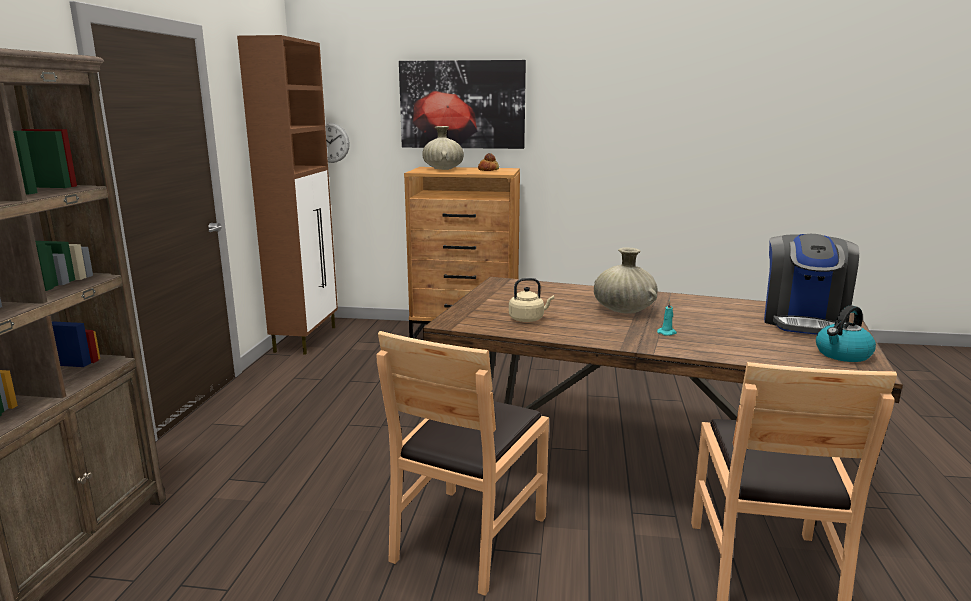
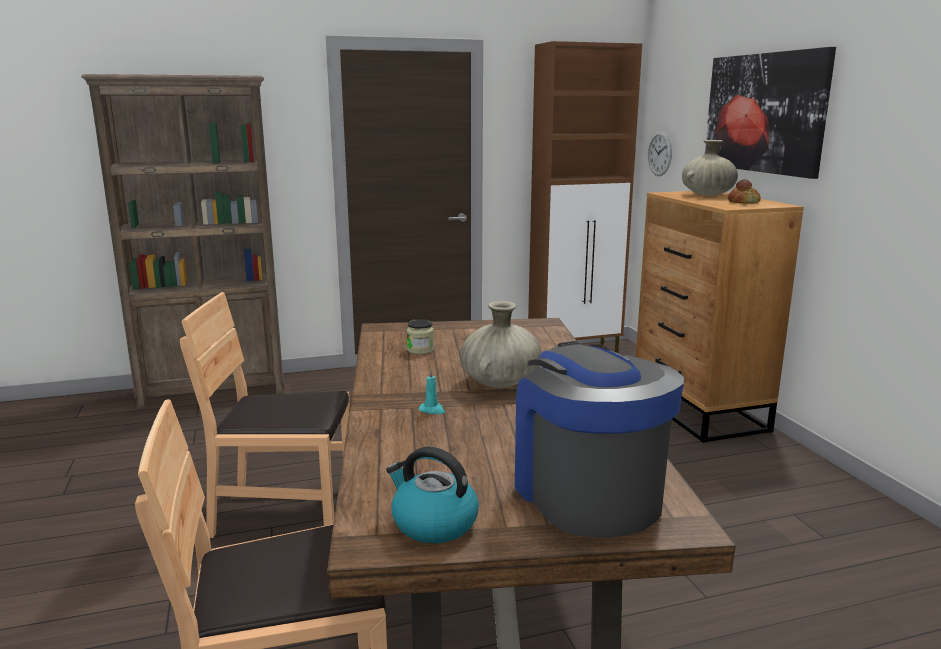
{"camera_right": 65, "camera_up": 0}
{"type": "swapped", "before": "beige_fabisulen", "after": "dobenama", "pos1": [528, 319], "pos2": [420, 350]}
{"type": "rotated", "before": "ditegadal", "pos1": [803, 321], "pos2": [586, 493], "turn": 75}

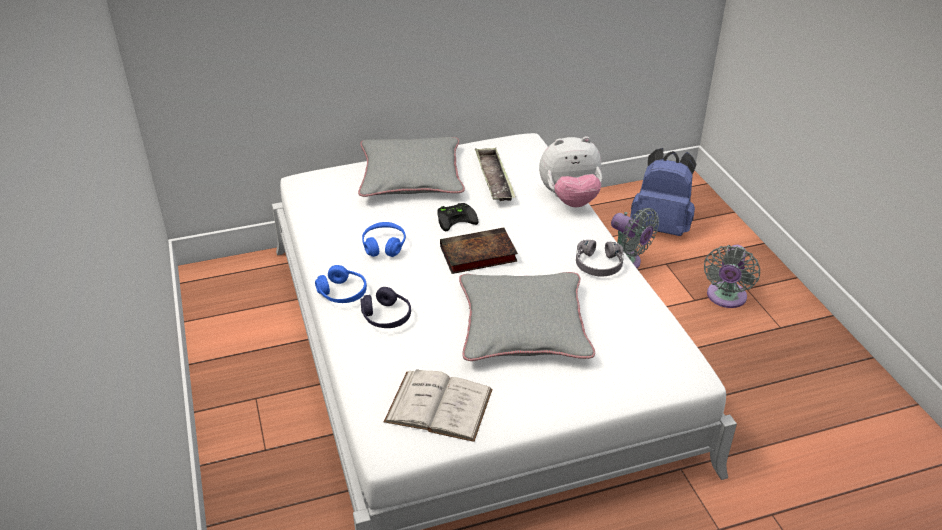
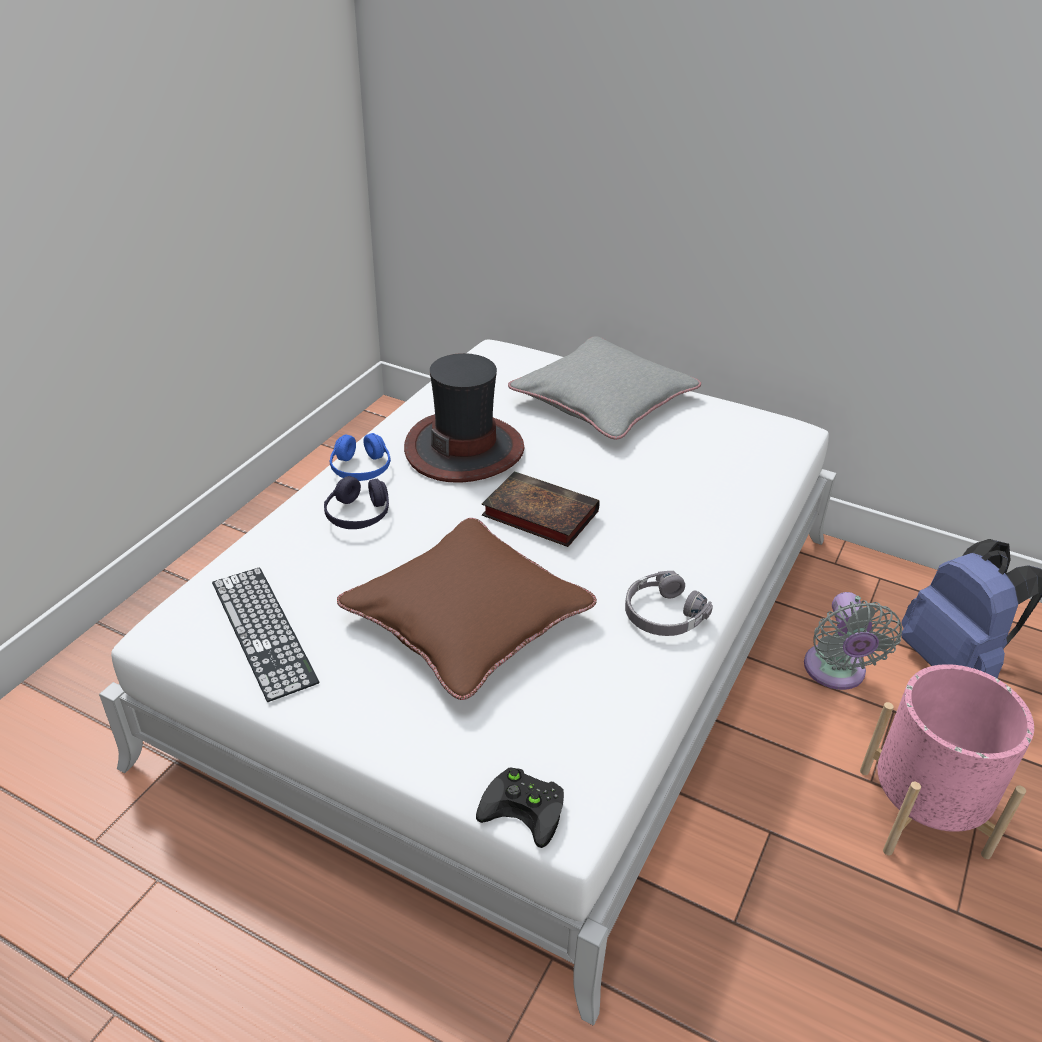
{"camera_right": 45, "camera_up": 0}
{"type": "swapped", "before": "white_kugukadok", "after": "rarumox", "pos1": [439, 405], "pos2": [263, 631]}
{"type": "repainted", "before": "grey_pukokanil", "after": "brown_pukokanil", "pos1": [523, 326], "pos2": [467, 617]}
{"type": "swapped", "before": "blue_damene", "after": "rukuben", "pos1": [384, 246], "pos2": [464, 448]}
{"type": "shifted", "before": "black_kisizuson", "pos1": [457, 218], "pos2": [526, 808]}
{"type": "swapped", "before": "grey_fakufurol", "after": "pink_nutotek", "pos1": [725, 298], "pos2": [922, 811]}
{"type": "gone", "before": "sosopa", "pos1": [494, 179]}
{"type": "gone", "before": "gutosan", "pos1": [570, 199]}

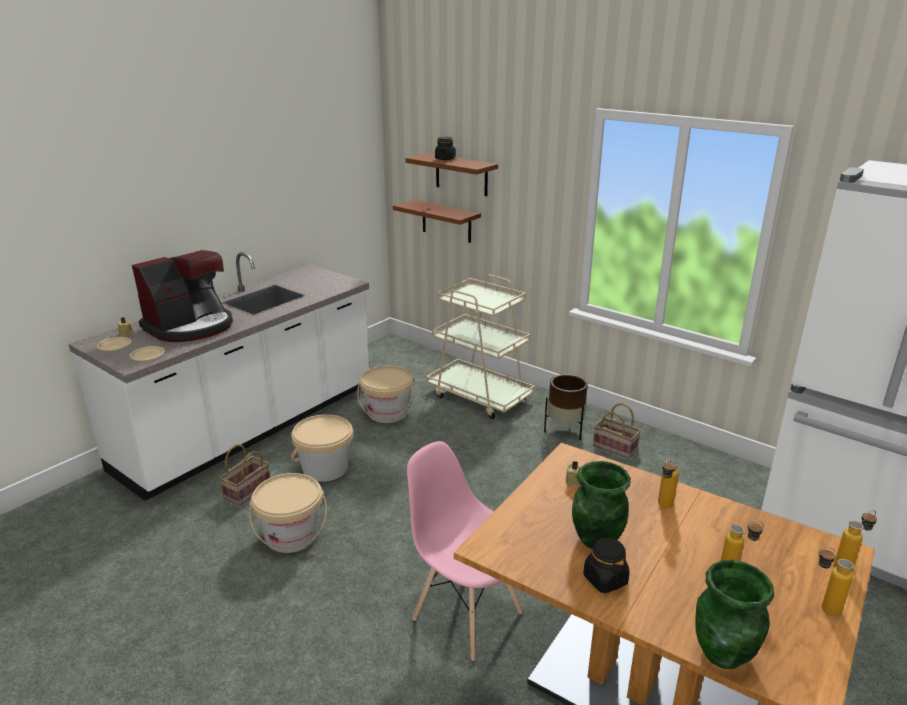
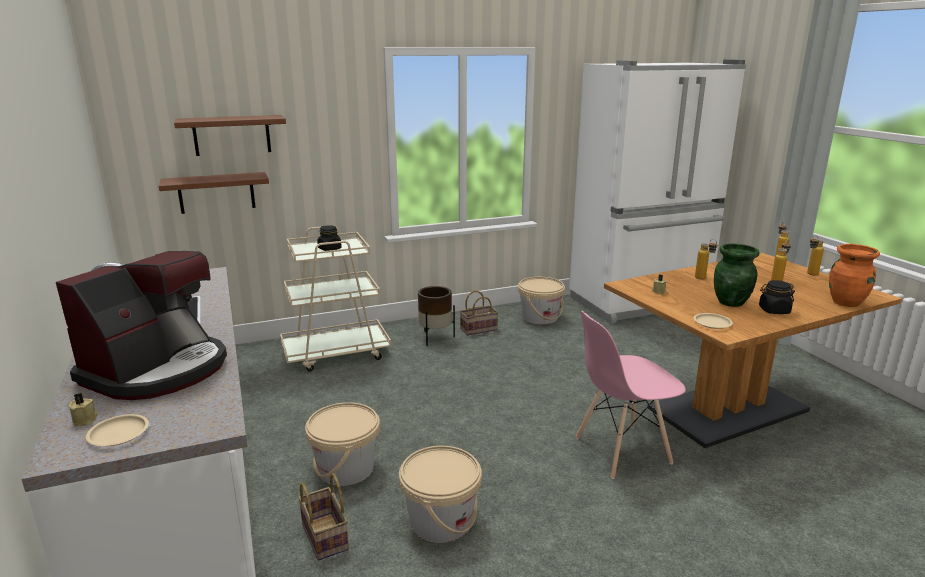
{"camera_right": -60, "camera_up": -5}
{"type": "rotated", "before": "ditegadal", "pos1": [191, 326], "pos2": [158, 370], "turn": 45}
{"type": "shifted", "before": "black_dobenama", "pos1": [445, 159], "pos2": [330, 249]}
{"type": "shifted", "before": "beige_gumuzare", "pos1": [387, 413], "pos2": [540, 317]}
{"type": "shifted", "before": "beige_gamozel", "pos1": [148, 356], "pos2": [712, 323]}
{"type": "repainted", "before": "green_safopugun", "after": "orange_safopugun", "pos1": [724, 654], "pos2": [846, 302]}

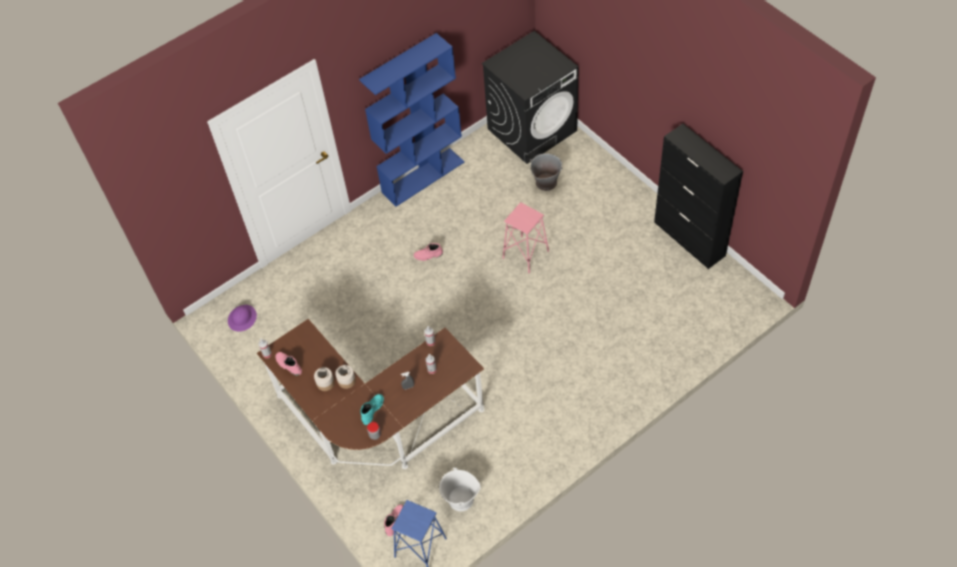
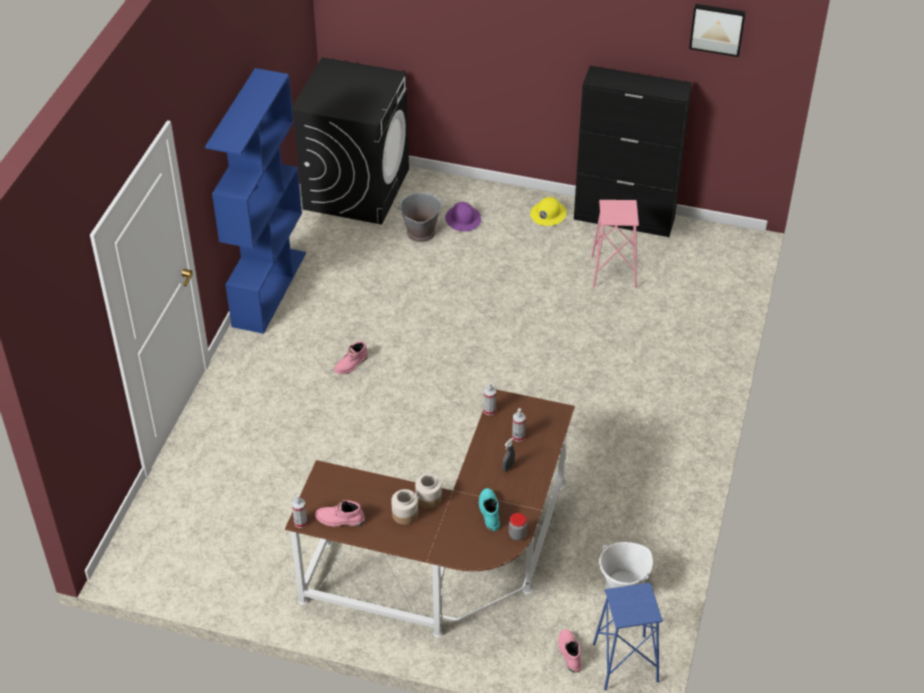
{"camera_right": -40, "camera_up": -10}
{"type": "shifted", "before": "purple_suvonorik", "pos1": [242, 318], "pos2": [463, 219]}
{"type": "new", "after": "yellow_suvonorik", "pos2": [548, 214]}
{"type": "shifted", "before": "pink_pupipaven", "pos1": [525, 254], "pos2": [614, 272]}
{"type": "new", "after": "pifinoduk", "pos2": [717, 28]}

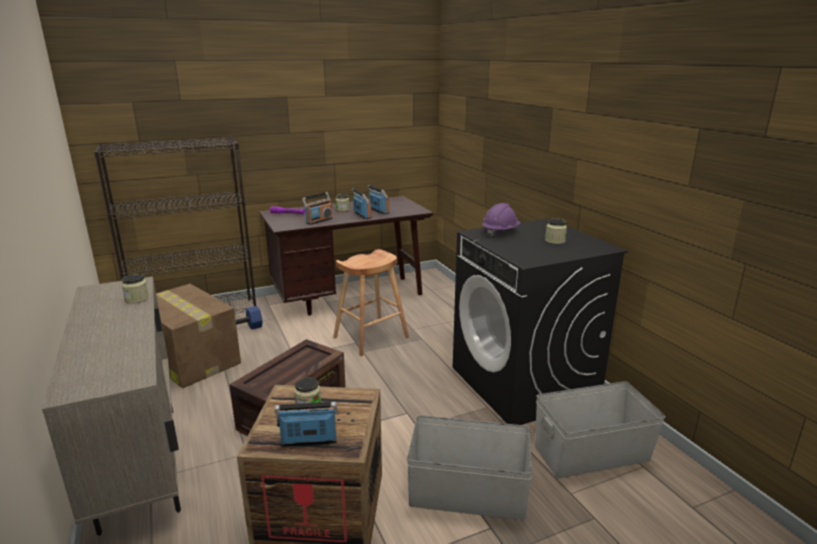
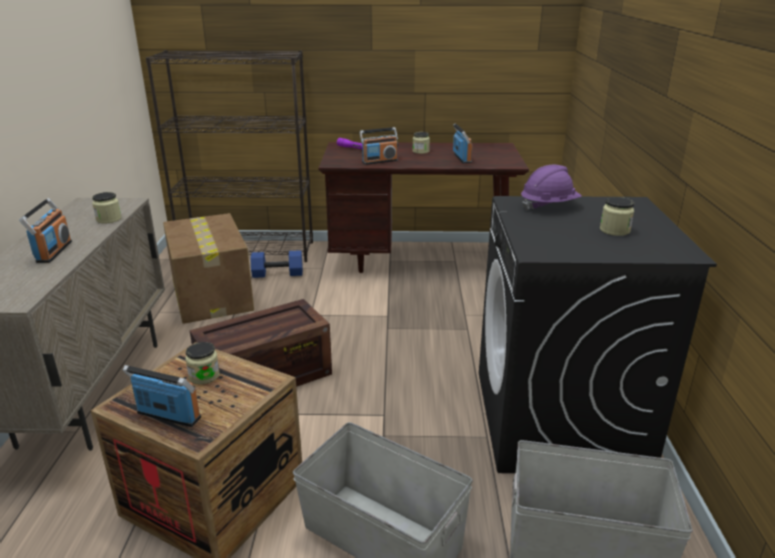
{"camera_right": 25, "camera_up": 5}
{"type": "shifted", "before": "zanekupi", "pos1": [362, 215], "pos2": [53, 252]}
{"type": "gone", "before": "brown_pupipaven", "pos1": [371, 337]}

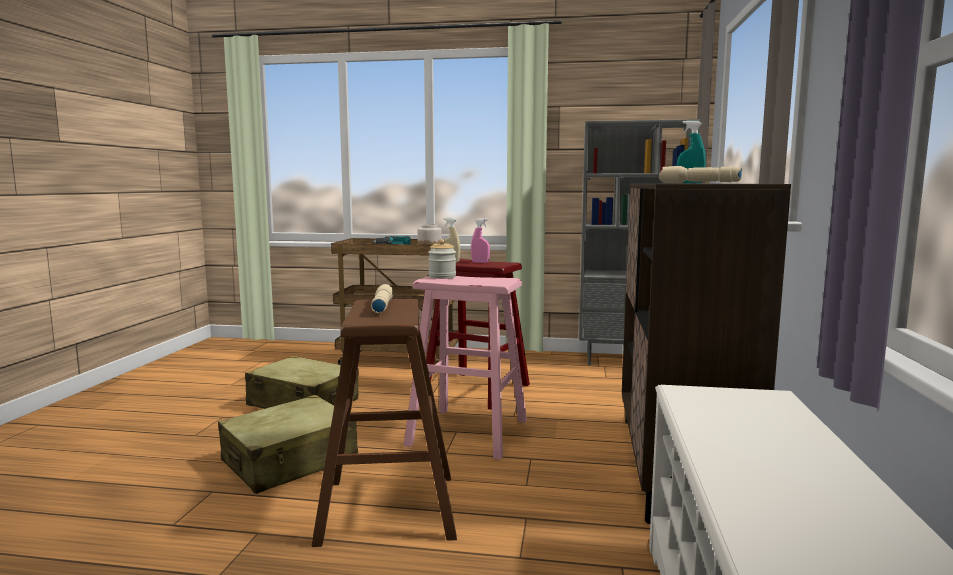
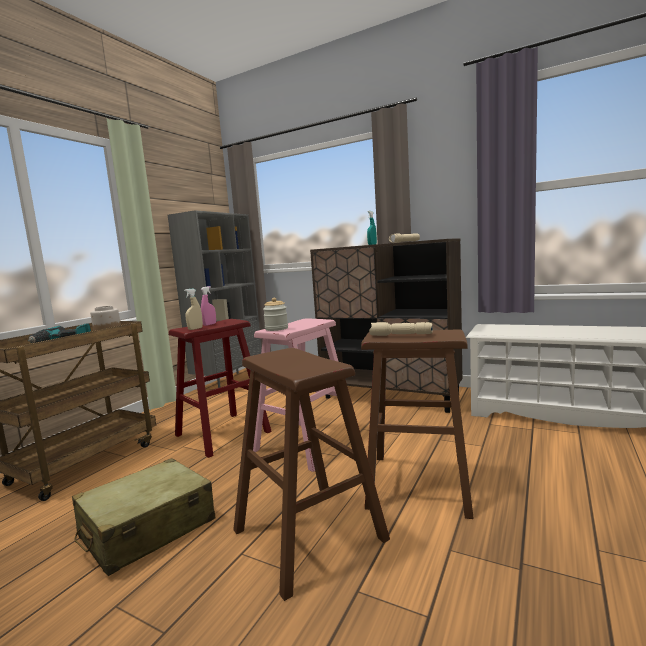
{"camera_right": -70, "camera_up": 0}
{"type": "swapped", "before": "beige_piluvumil", "after": "brown_pupipaven", "pos1": [290, 461], "pos2": [308, 534]}

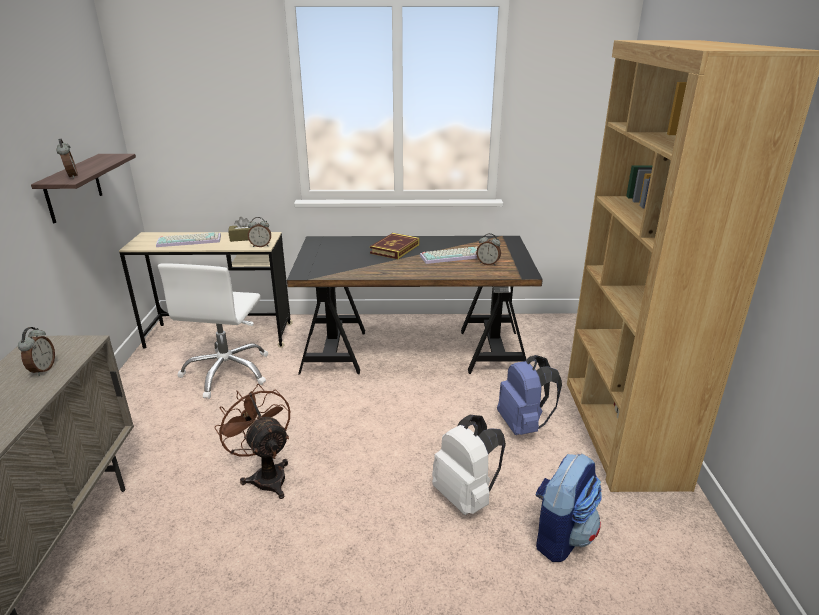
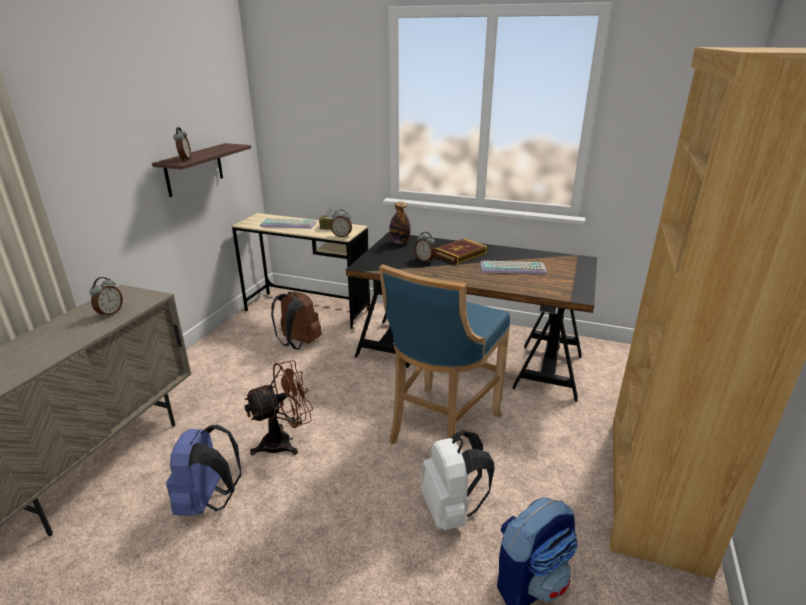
{"camera_right": 20, "camera_up": 0}
{"type": "shifted", "before": "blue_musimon", "pos1": [523, 425], "pos2": [208, 501]}
{"type": "rotated", "before": "brown_fakufurol", "pos1": [266, 475], "pos2": [284, 441], "turn": 75}
{"type": "swapped", "before": "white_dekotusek", "after": "brown_musimon", "pos1": [227, 372], "pos2": [298, 343]}
{"type": "new", "after": "blue_pupipaven", "pos2": [440, 429]}
{"type": "new", "after": "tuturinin", "pos2": [399, 242]}
{"type": "shifted", "before": "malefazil", "pos1": [488, 263], "pos2": [425, 260]}

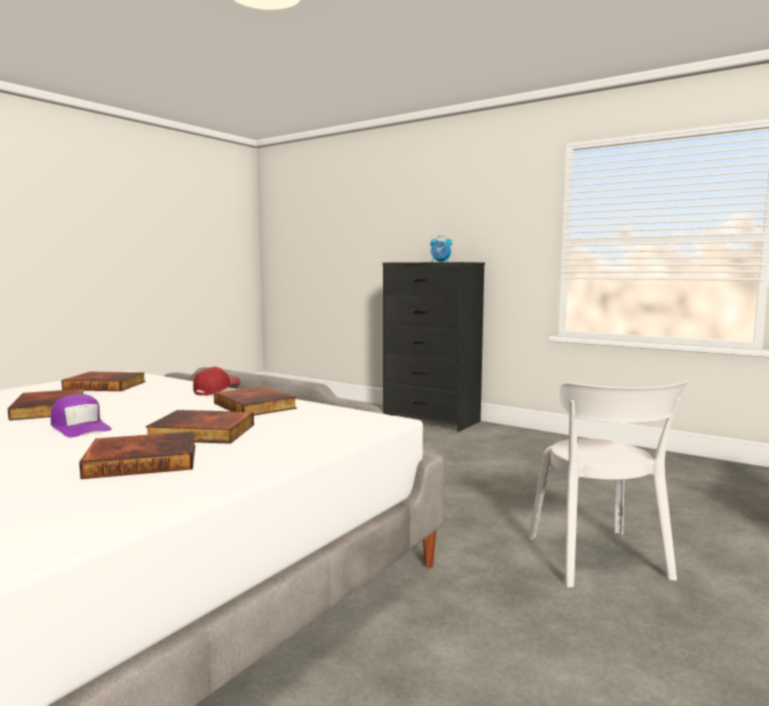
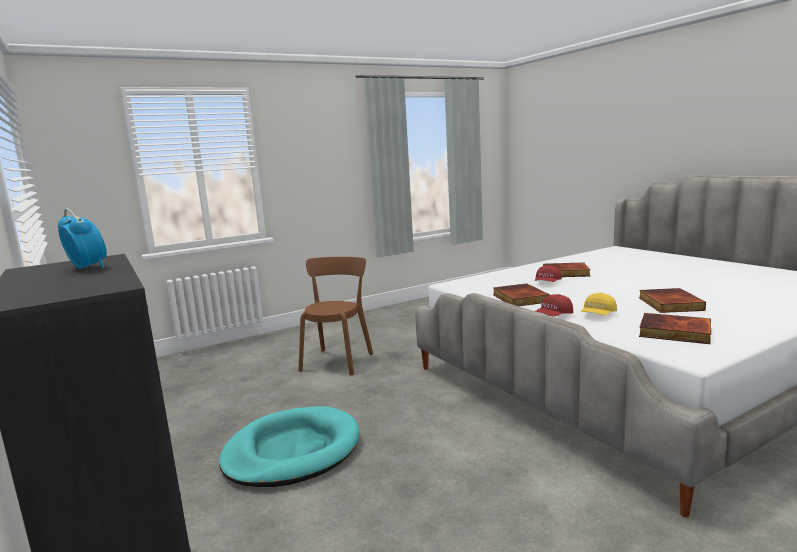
{"camera_right": -155, "camera_up": 5}
{"type": "new", "after": "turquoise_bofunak", "pos2": [292, 451]}
{"type": "repainted", "before": "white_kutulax", "after": "brown_kutulax", "pos1": [600, 560], "pos2": [338, 360]}
{"type": "swapped", "before": "kugukadok", "after": "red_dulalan", "pos1": [201, 433], "pos2": [547, 283]}
{"type": "new", "after": "yellow_dulalan", "pos2": [598, 315]}
{"type": "gone", "before": "purple_dulalan", "pos1": [80, 427]}

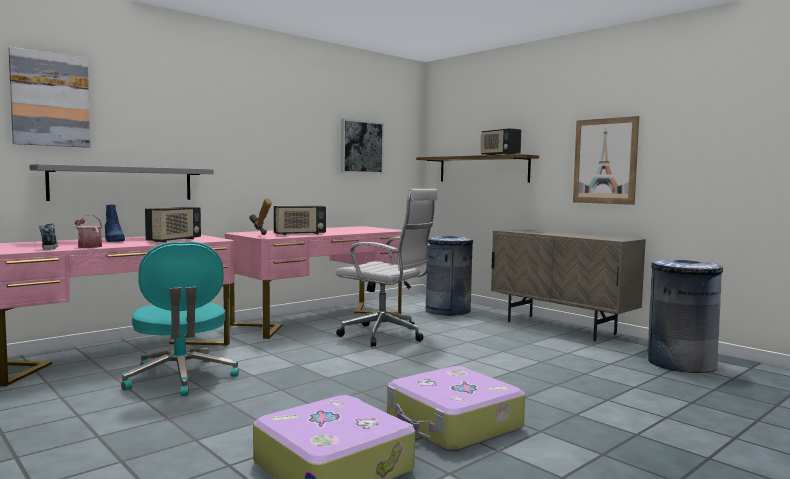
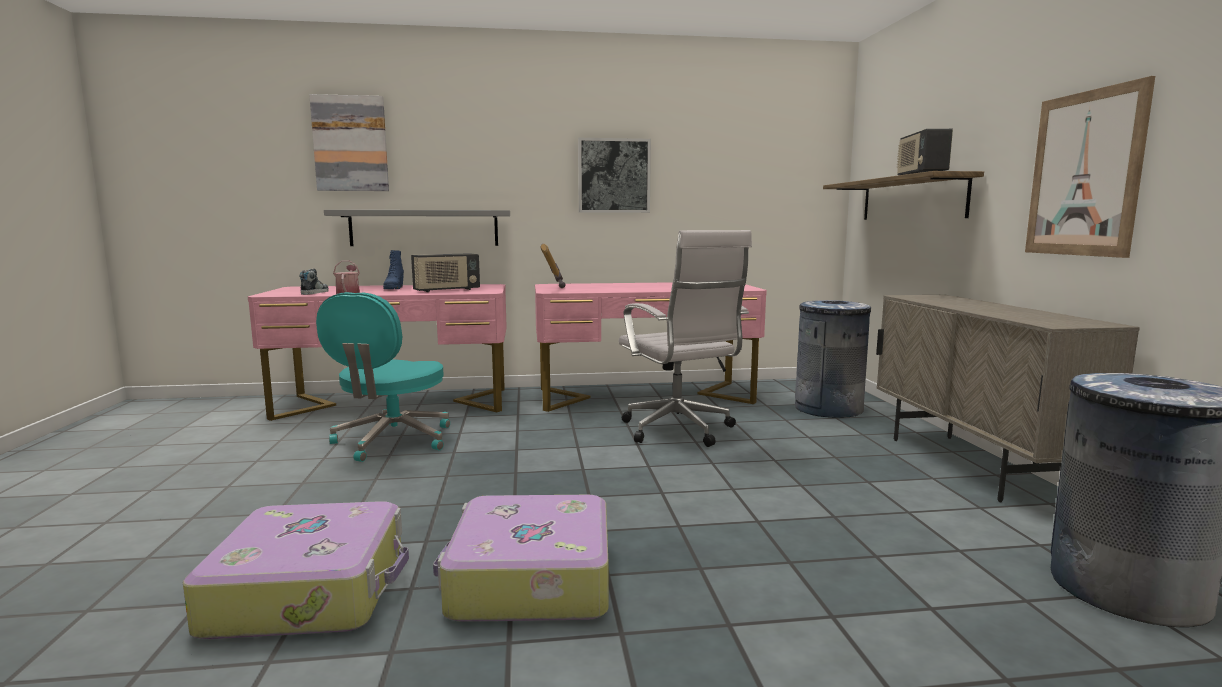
{"camera_right": 35, "camera_up": 5}
{"type": "shifted", "before": "pifinoduk", "pos1": [361, 147], "pos2": [614, 176]}
{"type": "gone", "before": "zanekupi", "pos1": [299, 234]}

